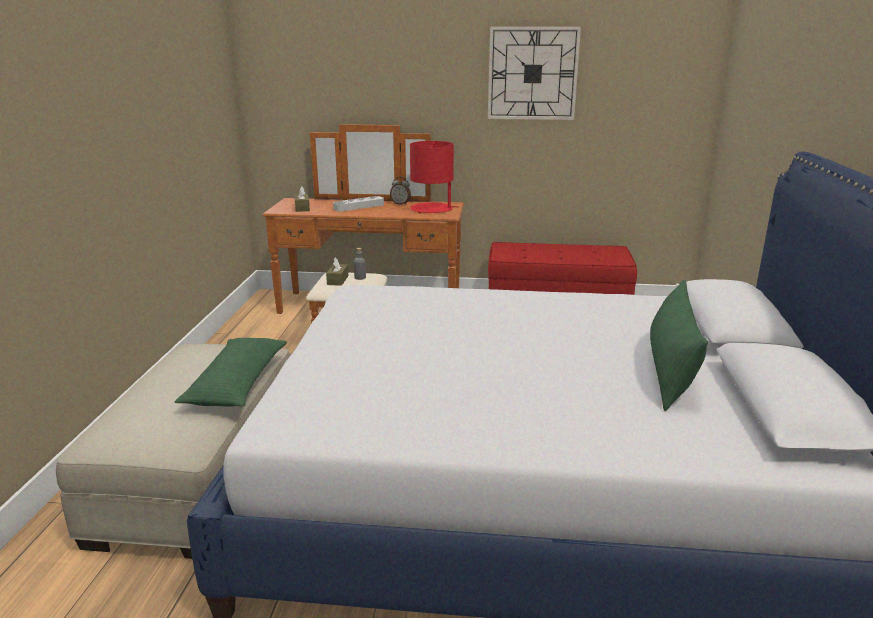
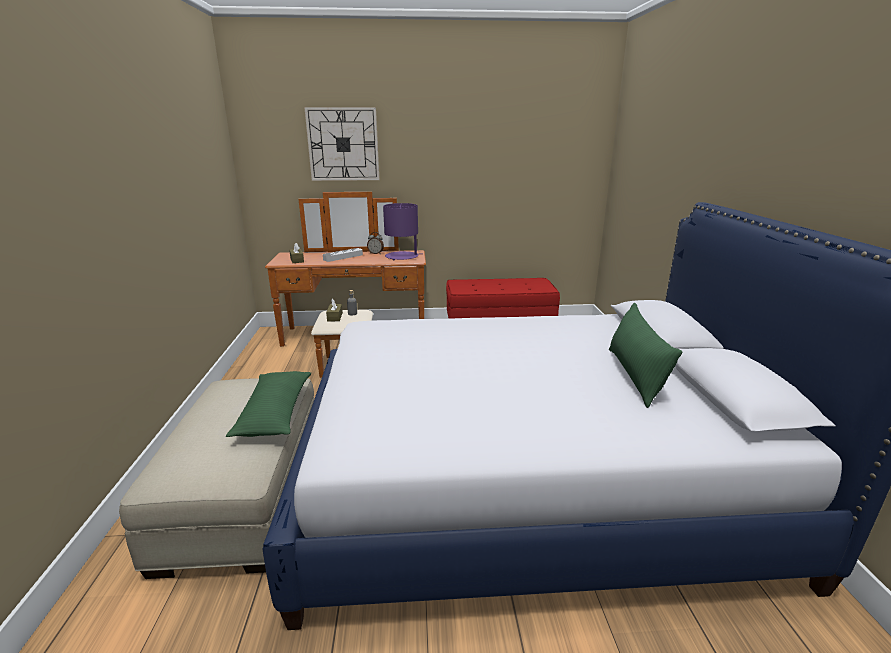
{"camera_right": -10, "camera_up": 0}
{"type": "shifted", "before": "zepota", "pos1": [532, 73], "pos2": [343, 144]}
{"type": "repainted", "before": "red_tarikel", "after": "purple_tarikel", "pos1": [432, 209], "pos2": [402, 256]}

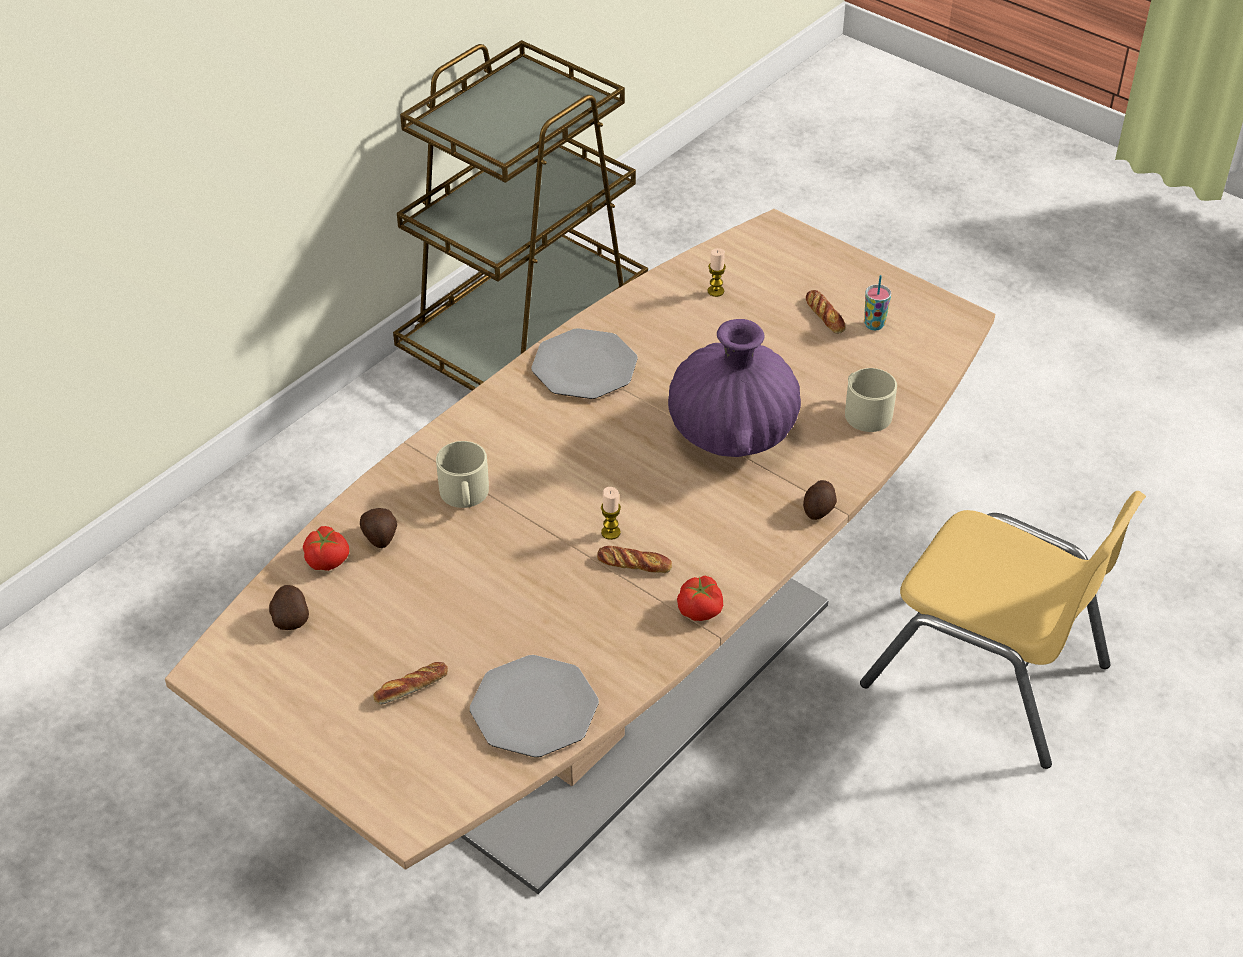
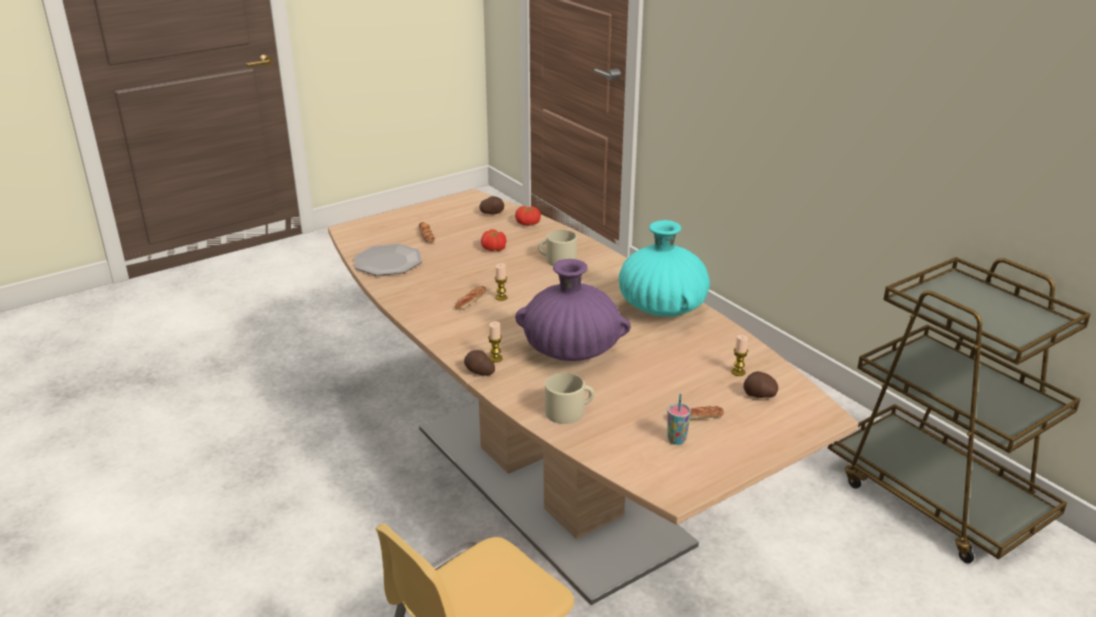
{"camera_right": 105, "camera_up": -15}
{"type": "shifted", "before": "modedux", "pos1": [700, 609], "pos2": [493, 249]}
{"type": "new", "after": "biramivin", "pos2": [495, 358]}
{"type": "swapped", "before": "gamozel", "after": "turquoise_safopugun", "pos1": [584, 367], "pos2": [661, 309]}
{"type": "shifted", "before": "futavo", "pos1": [380, 538], "pos2": [759, 396]}

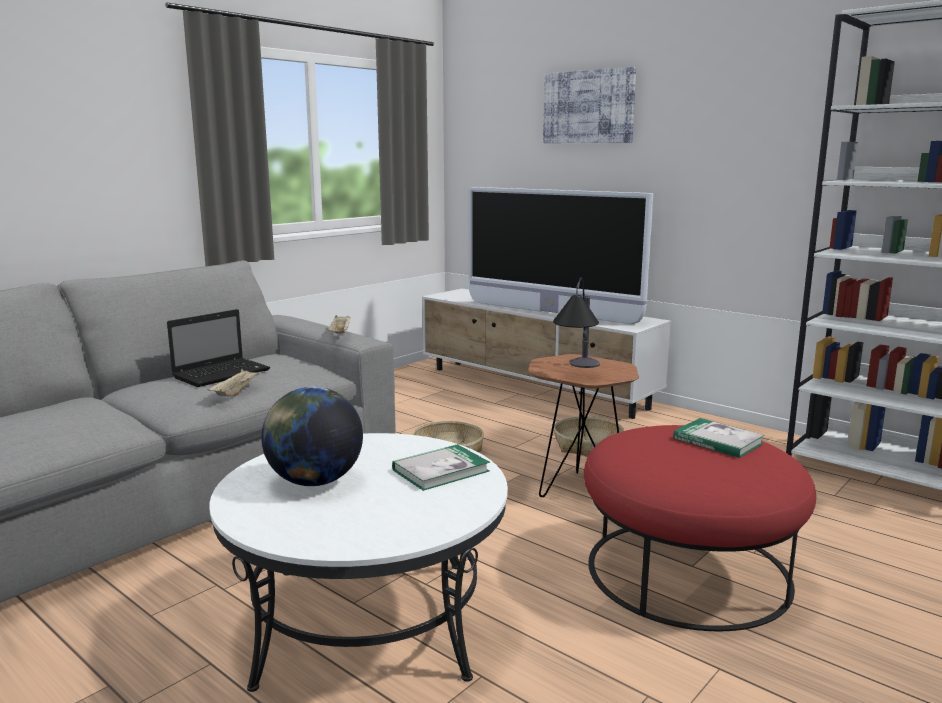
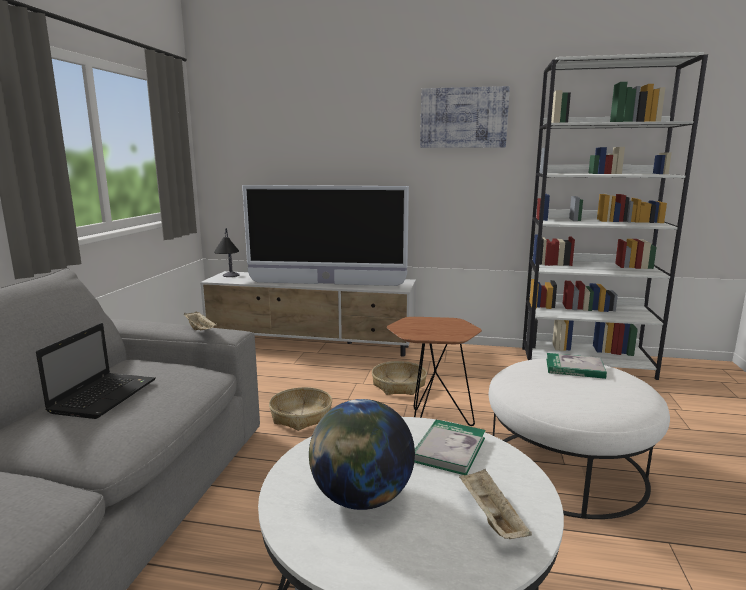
{"camera_right": -30, "camera_up": 0}
{"type": "shifted", "before": "tarikel", "pos1": [578, 372], "pos2": [229, 279]}
{"type": "shifted", "before": "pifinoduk", "pos1": [588, 107], "pos2": [463, 118]}
{"type": "shifted", "before": "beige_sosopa", "pos1": [236, 392], "pos2": [490, 517]}
{"type": "repainted", "before": "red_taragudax", "after": "white_taragudax", "pos1": [687, 571], "pos2": [566, 469]}

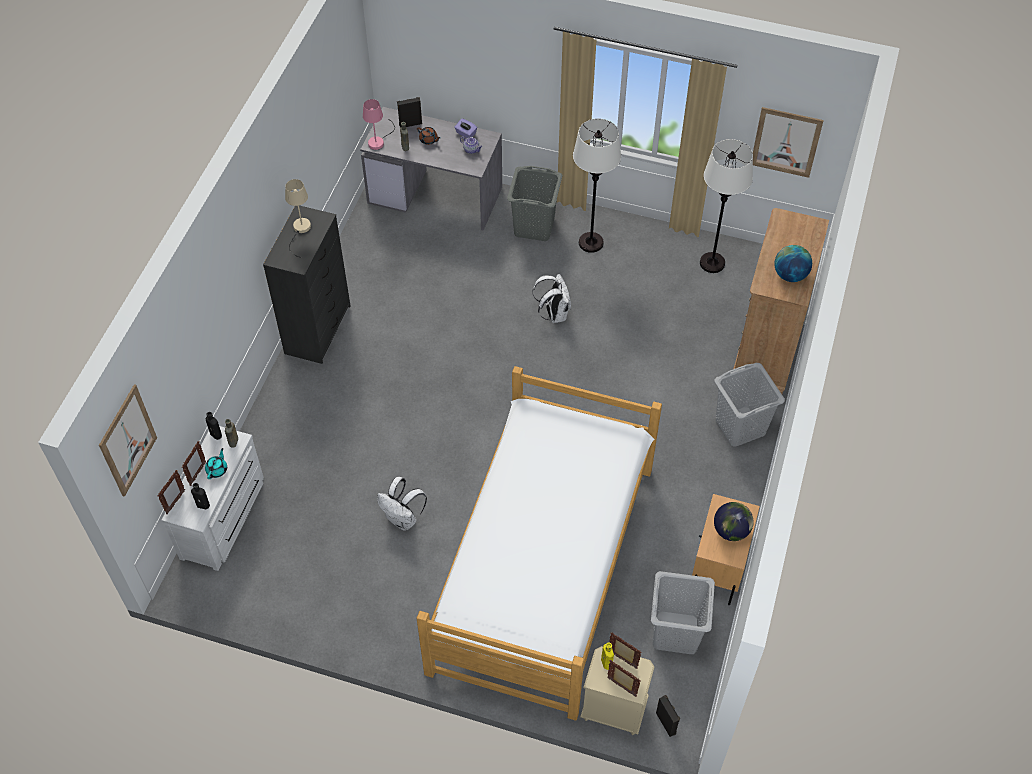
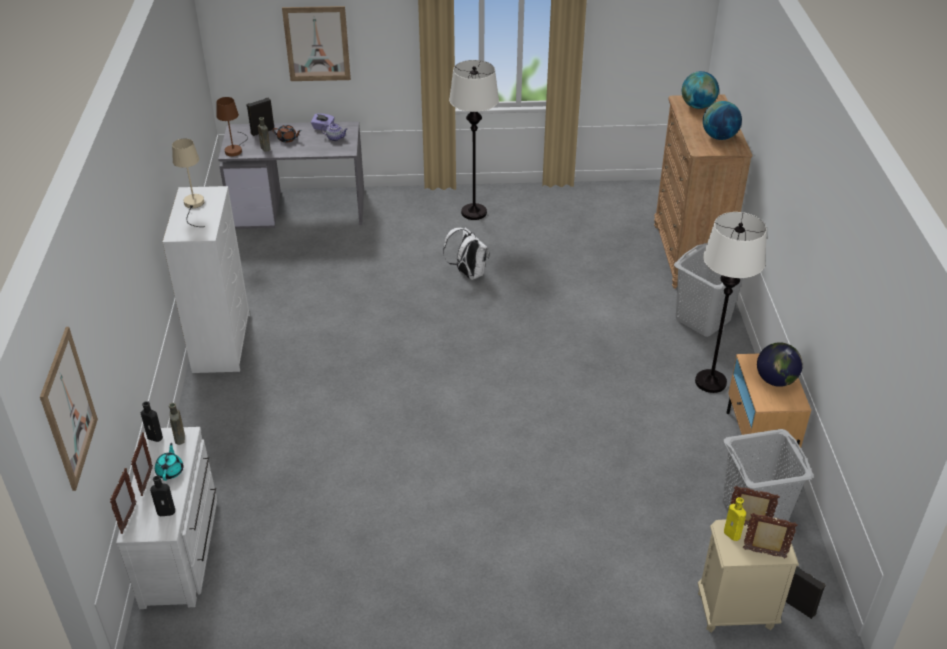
{"camera_right": -20, "camera_up": -15}
{"type": "repainted", "before": "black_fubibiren", "after": "white_fubibiren", "pos1": [318, 329], "pos2": [222, 342]}
{"type": "repainted", "before": "pink_tarikel", "after": "brown_tarikel", "pos1": [379, 141], "pos2": [235, 149]}
{"type": "shifted", "before": "pifinoduk", "pos1": [786, 142], "pos2": [317, 44]}
{"type": "new", "after": "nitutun", "pos2": [697, 106]}
{"type": "shifted", "before": "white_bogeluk", "pos1": [712, 263], "pos2": [710, 382]}
{"type": "gone", "before": "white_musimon", "pos1": [403, 519]}
{"type": "gone", "before": "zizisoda", "pos1": [542, 568]}
{"type": "gone", "before": "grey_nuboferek", "pos1": [534, 226]}

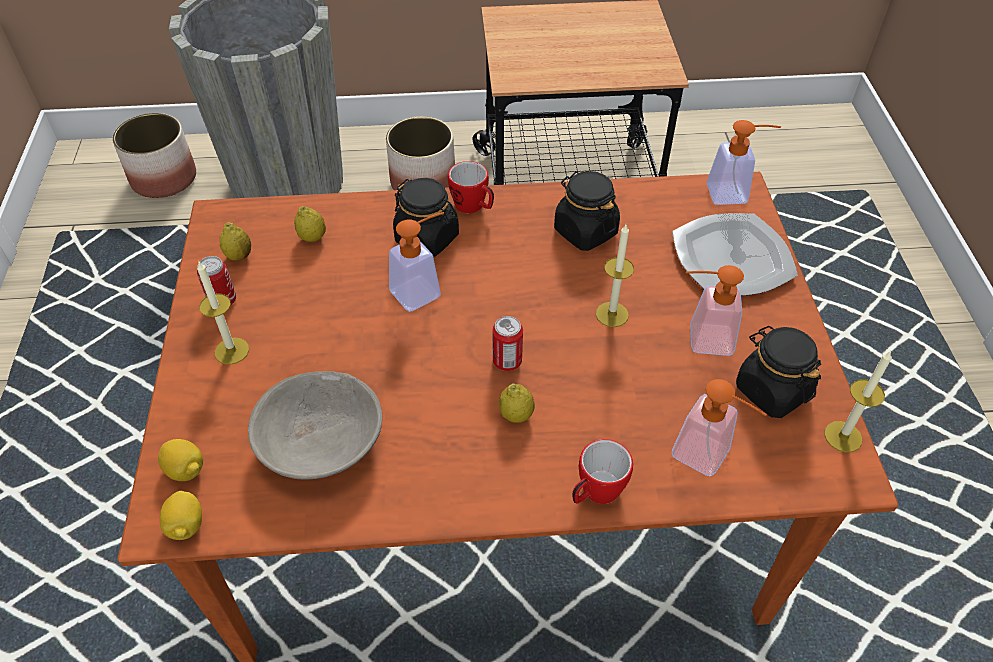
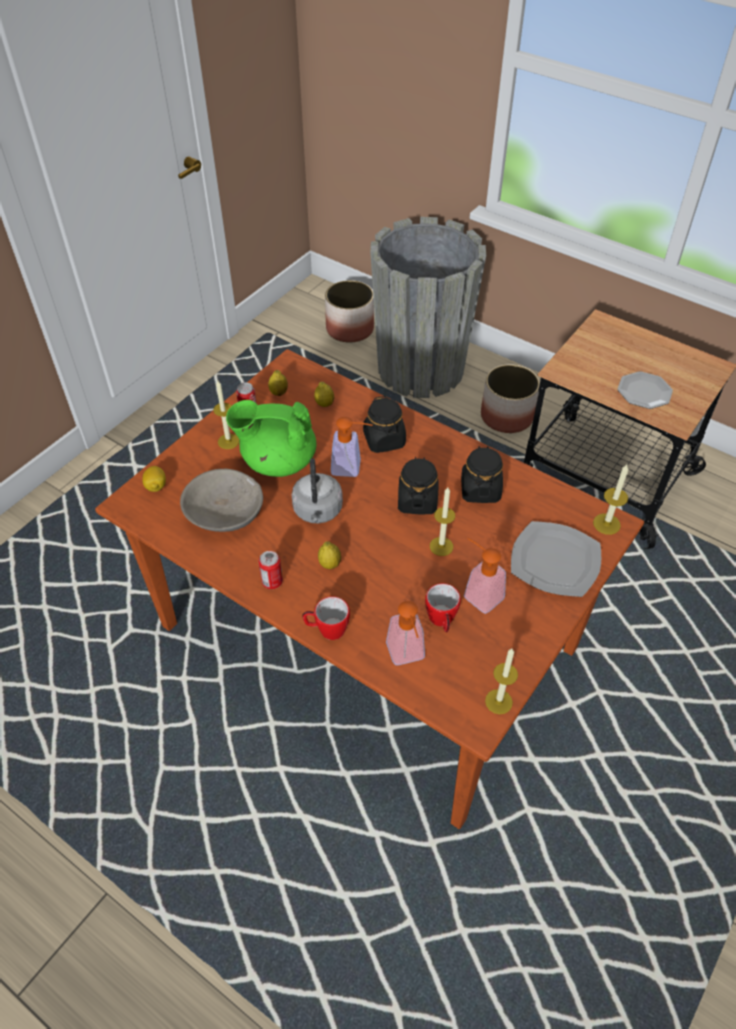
{"camera_right": 40, "camera_up": 0}
{"type": "new", "after": "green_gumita", "pos2": [277, 461]}
{"type": "shifted", "before": "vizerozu", "pos1": [507, 361], "pos2": [272, 582]}
{"type": "new", "after": "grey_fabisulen", "pos2": [318, 512]}
{"type": "shifted", "before": "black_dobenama", "pos1": [771, 390], "pos2": [417, 501]}
{"type": "shifted", "before": "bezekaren", "pos1": [473, 207], "pos2": [442, 621]}
{"type": "swapped", "before": "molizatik", "after": "biramivin", "pos1": [734, 193], "pos2": [606, 524]}
{"type": "new", "after": "gamozel", "pos2": [644, 391]}
{"type": "gone", "before": "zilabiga", "pos1": [186, 525]}

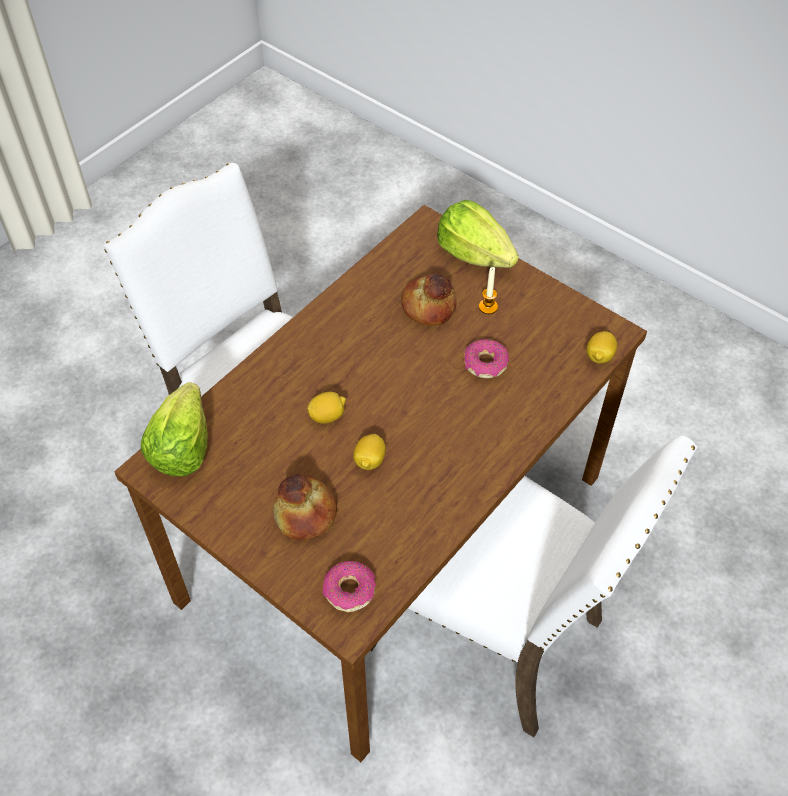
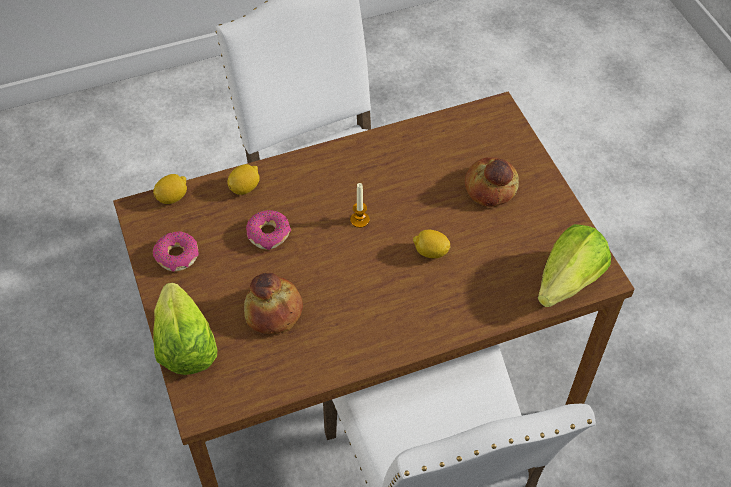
{"camera_right": -150, "camera_up": 0}
{"type": "shifted", "before": "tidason", "pos1": [349, 590], "pos2": [177, 256]}
{"type": "shifted", "before": "zilabiga", "pos1": [369, 460], "pos2": [245, 187]}
{"type": "shifted", "before": "biramivin", "pos1": [488, 307], "pos2": [359, 220]}

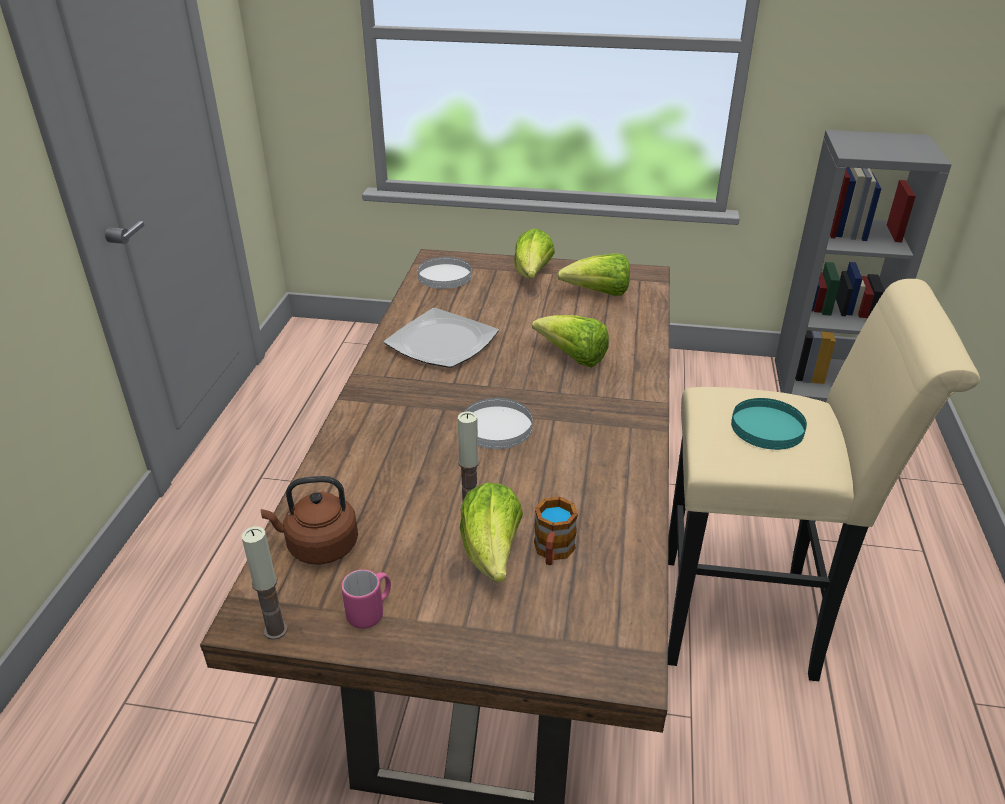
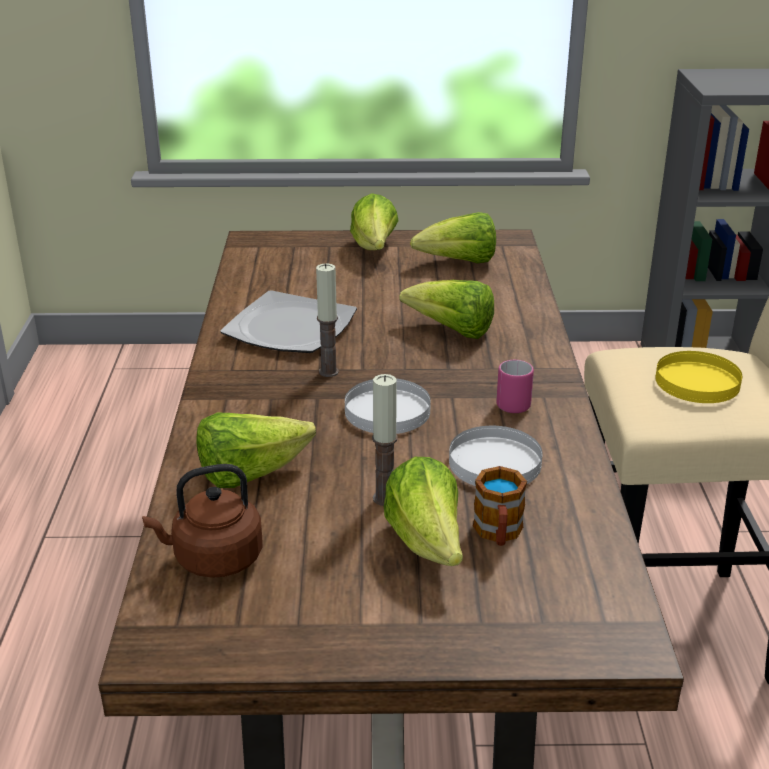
{"camera_right": -10, "camera_up": -5}
{"type": "new", "after": "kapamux", "pos2": [250, 474]}
{"type": "shifted", "before": "biramivin", "pos1": [275, 630], "pos2": [328, 372]}
{"type": "shifted", "before": "white_gamozel", "pos1": [444, 276], "pos2": [494, 462]}
{"type": "shifted", "before": "pink_bezekaren", "pos1": [371, 612], "pos2": [516, 403]}
{"type": "repainted", "before": "turquoise_gamozel", "after": "yellow_gamozel", "pos1": [767, 427], "pos2": [696, 381]}

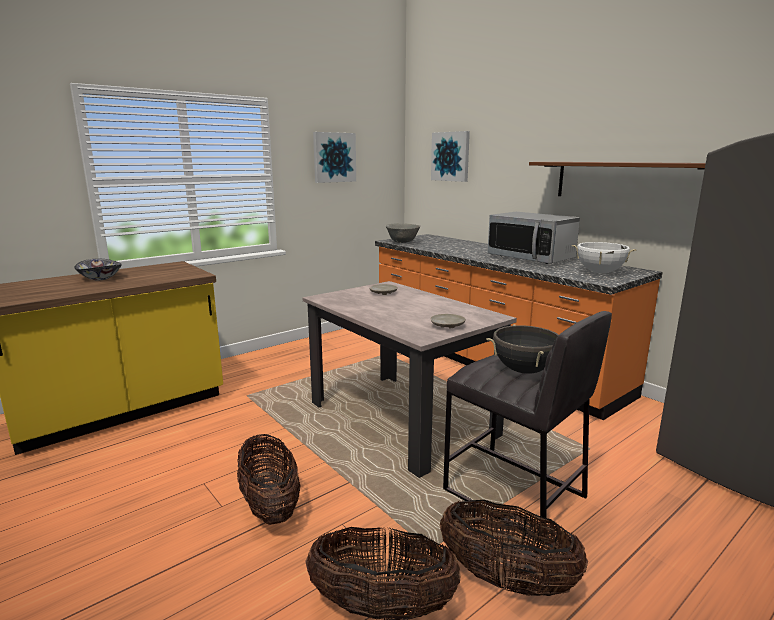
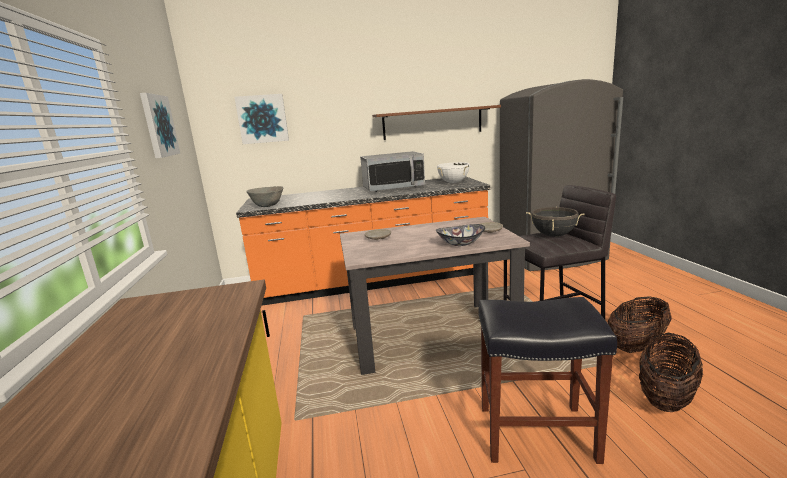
{"camera_right": -60, "camera_up": 0}
{"type": "shifted", "before": "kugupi", "pos1": [101, 278], "pos2": [460, 243]}
{"type": "swapped", "before": "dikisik", "after": "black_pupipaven", "pos1": [270, 506], "pos2": [535, 433]}

